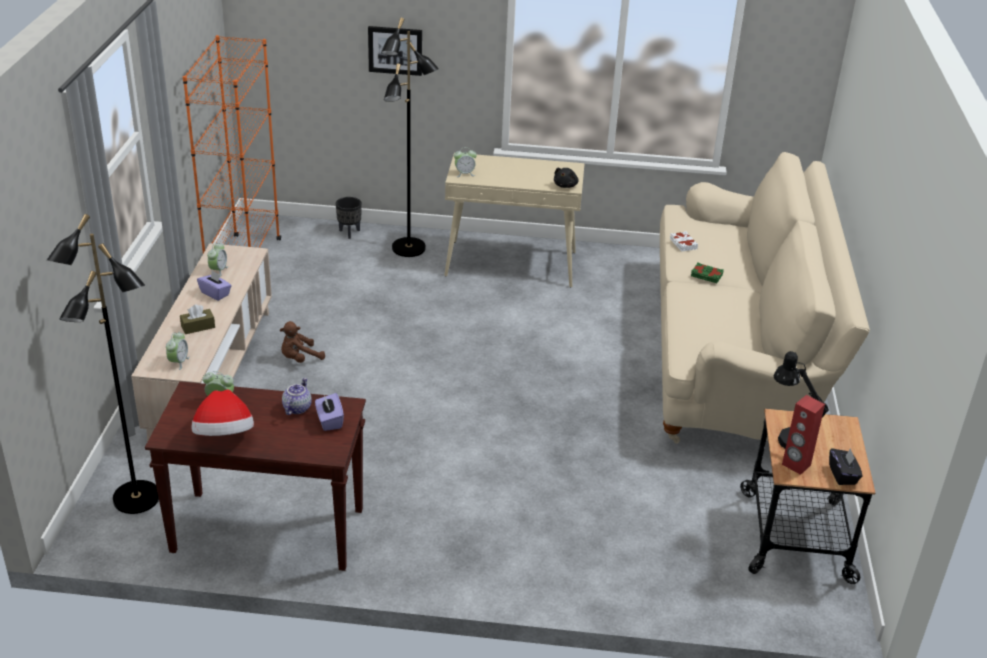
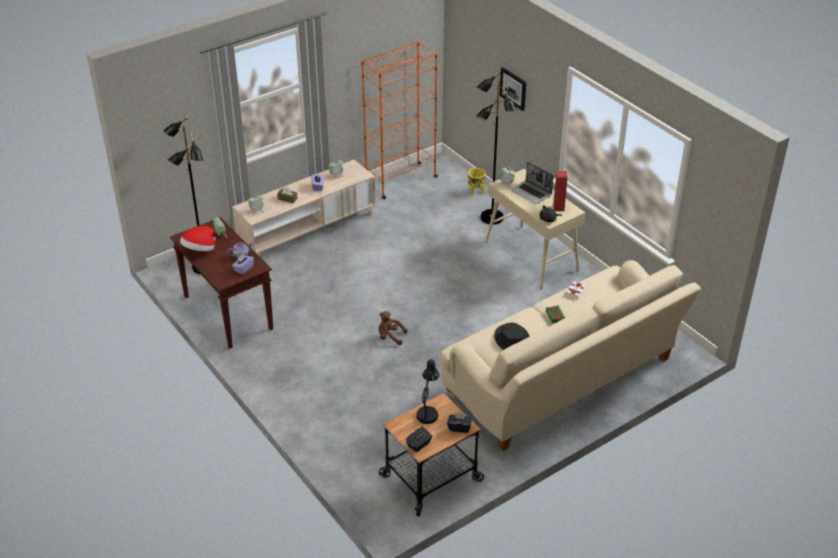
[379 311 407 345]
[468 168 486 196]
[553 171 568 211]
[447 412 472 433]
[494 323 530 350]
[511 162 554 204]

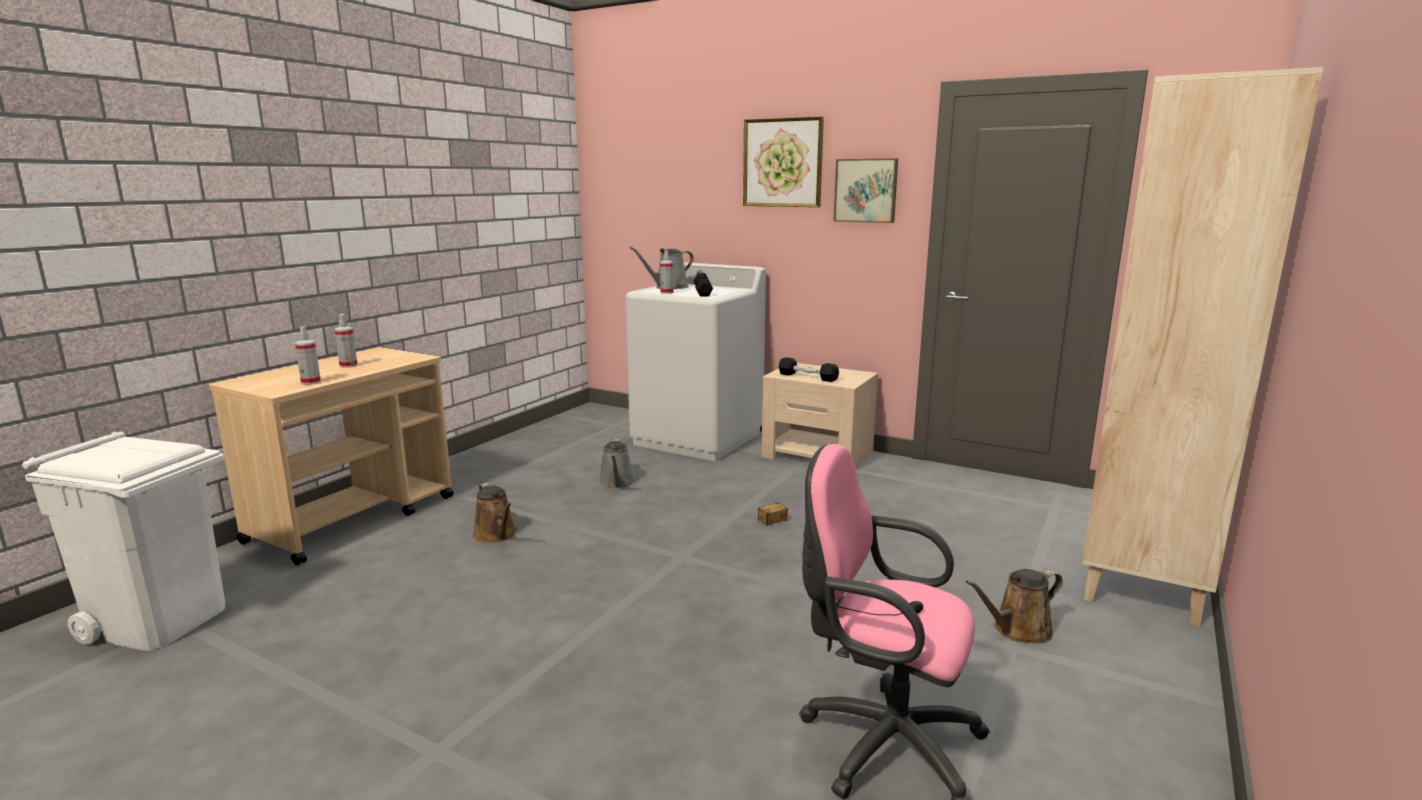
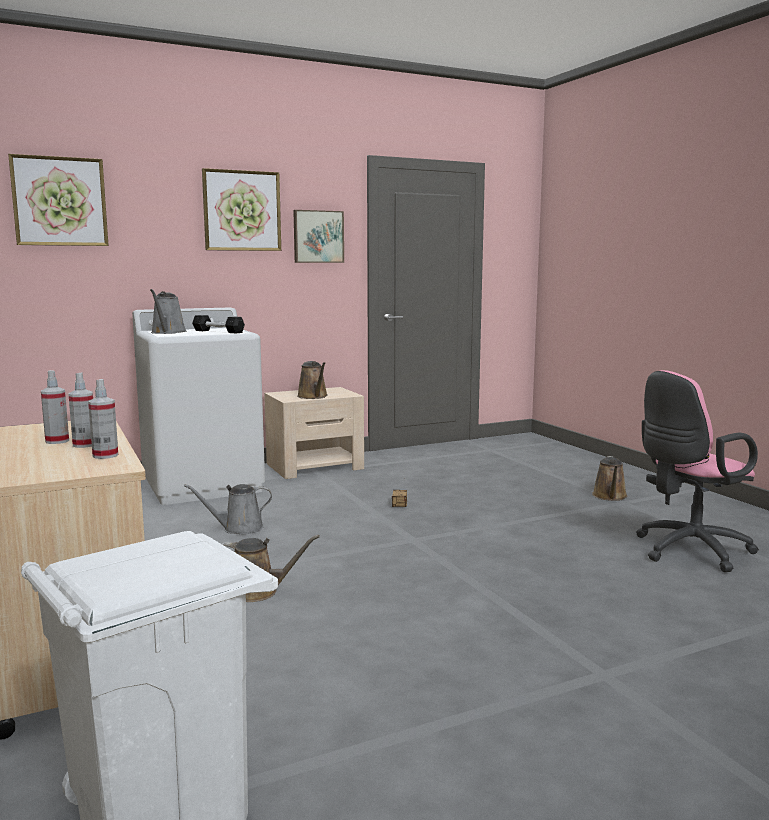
[184 484 272 534]
[68 372 93 448]
[297 361 327 399]
[1082 67 1324 627] (first image)
[8 154 109 246]

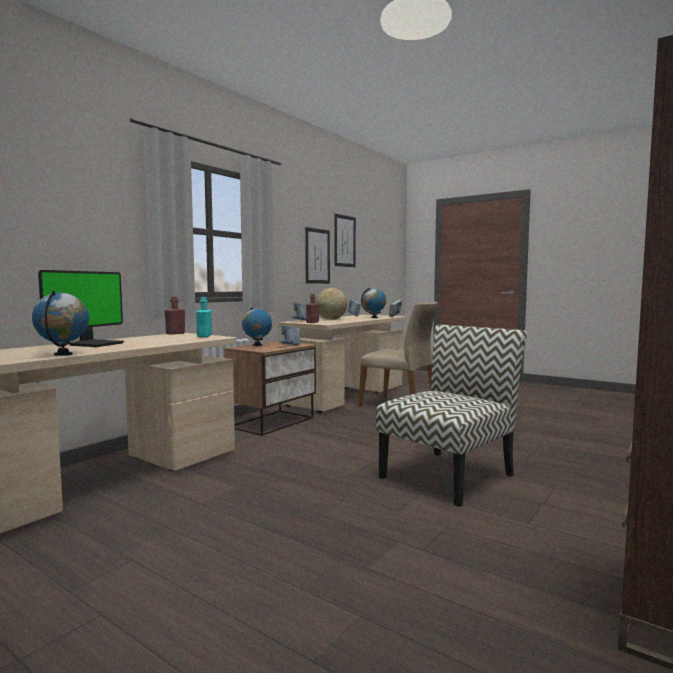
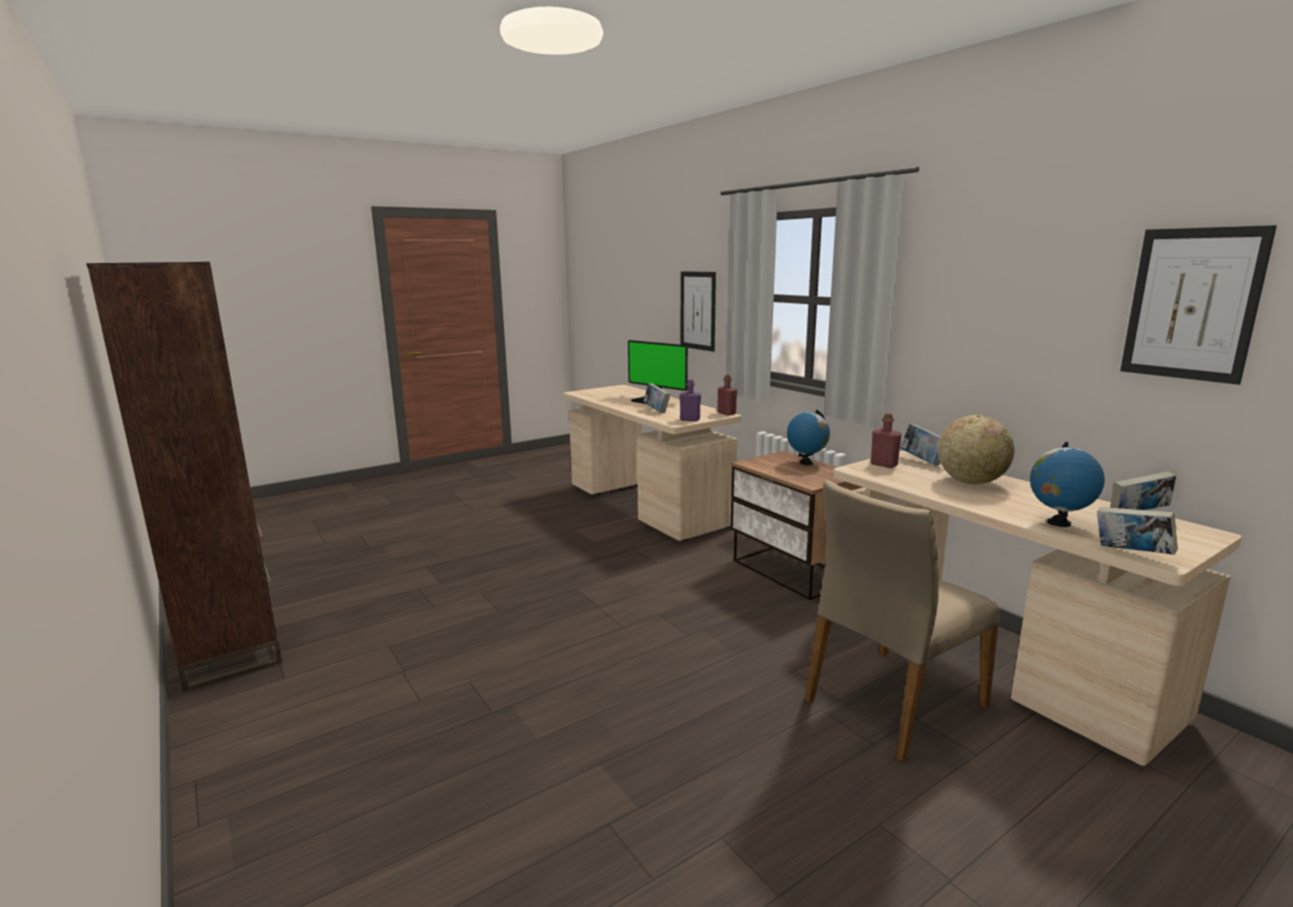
[32 291 89 356] (first image)
[679 380 701 421]
[644 383 670 413]
[681 271 716 352]
[376 325 527 507] (first image)

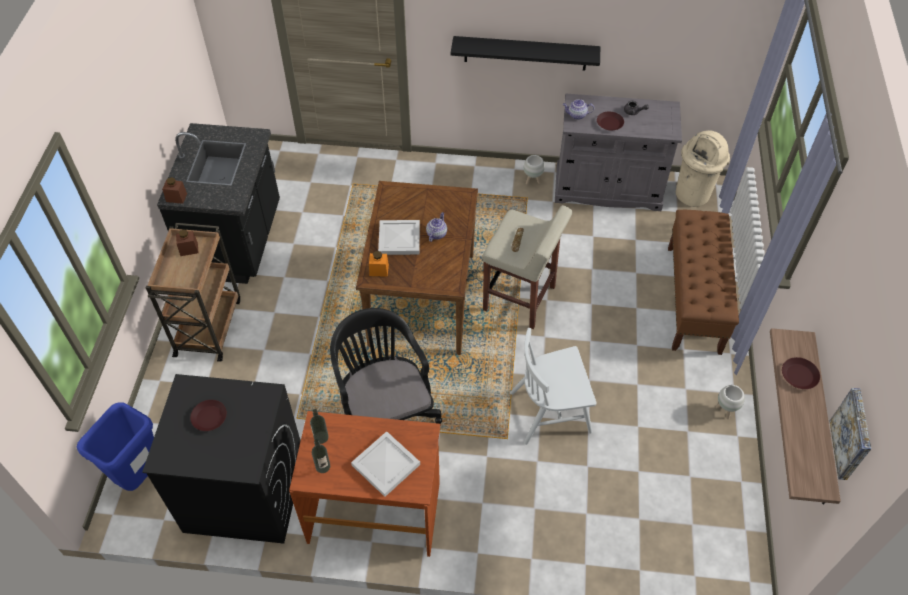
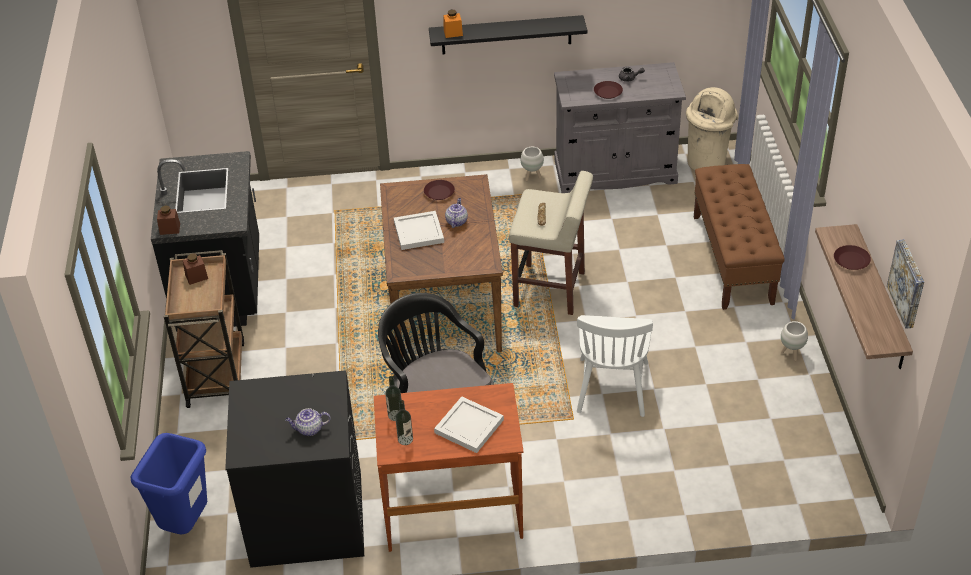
[424 180 455 200]
[444 10 463 38]
[577 315 653 417]
[285 408 331 436]

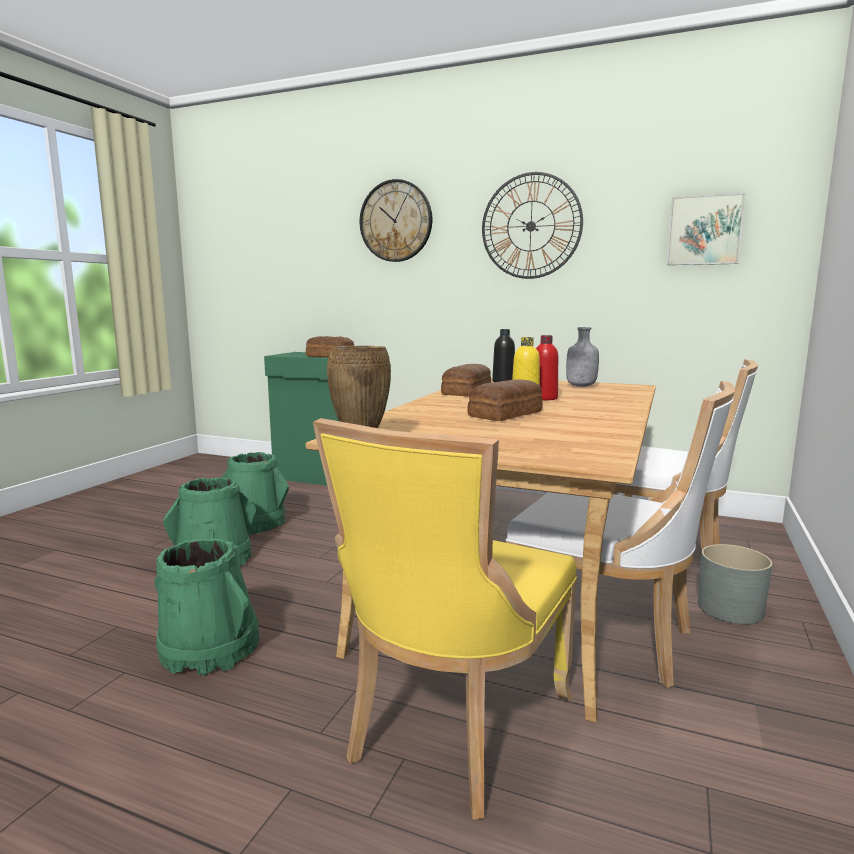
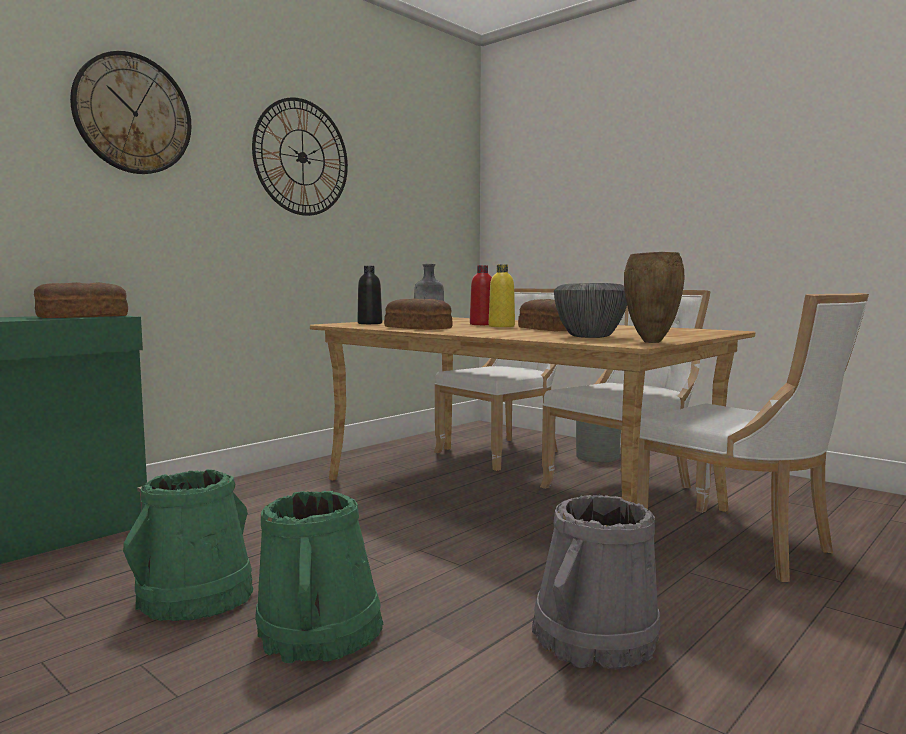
[532 495 660 670]
[637 293 869 582]
[667 193 746 265] (first image)
[554 283 627 338]

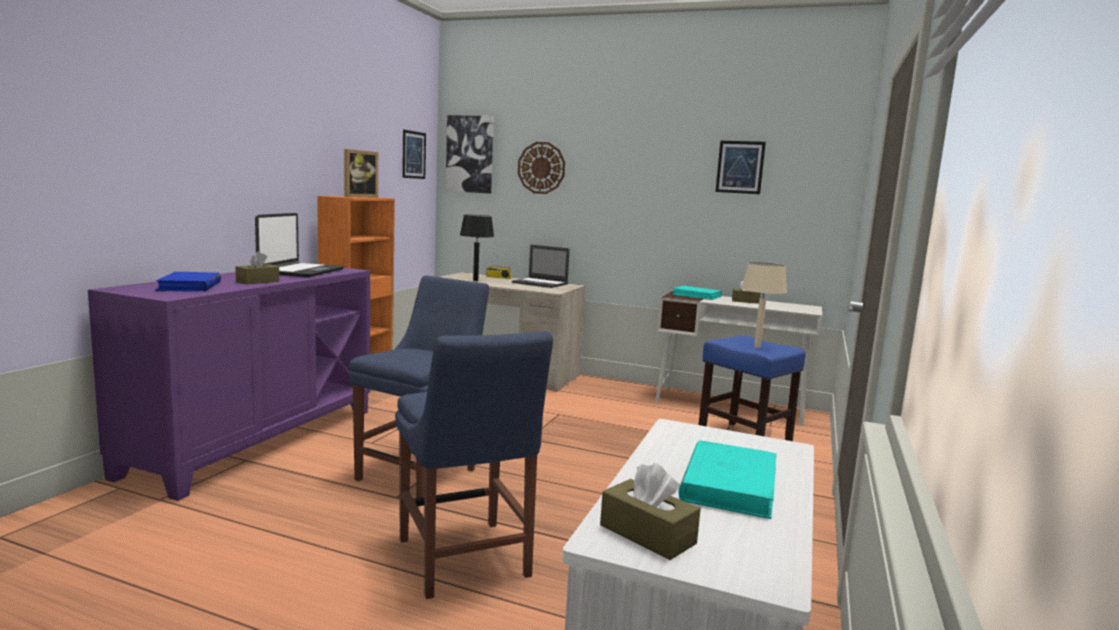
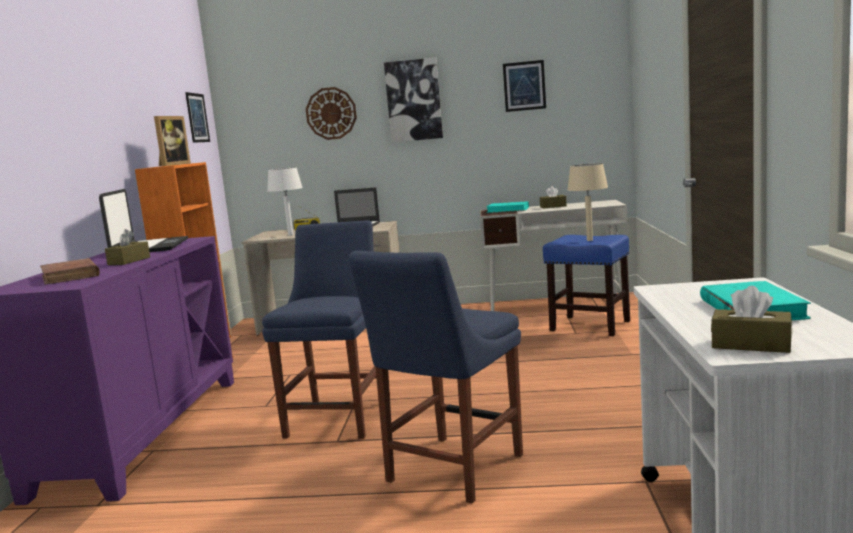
[40 258 100 284]
[349 251 523 504]
[384 57 443 142]
[268 167 303 235]

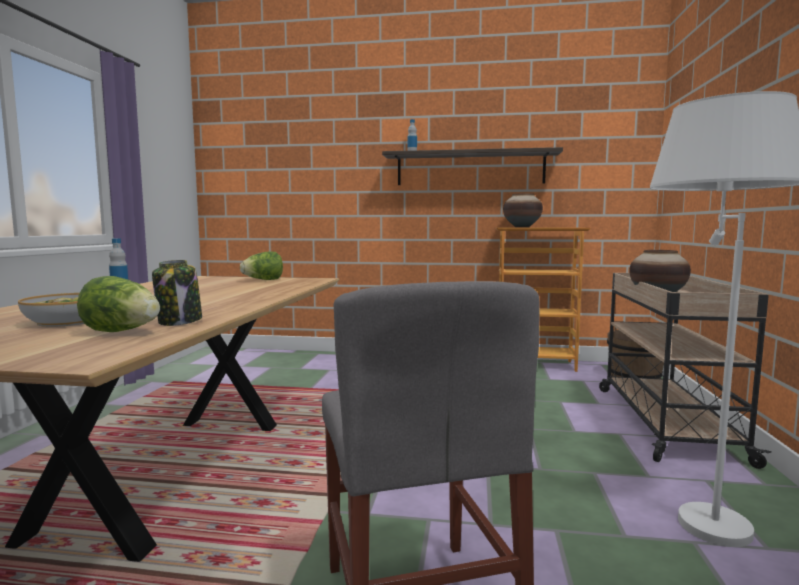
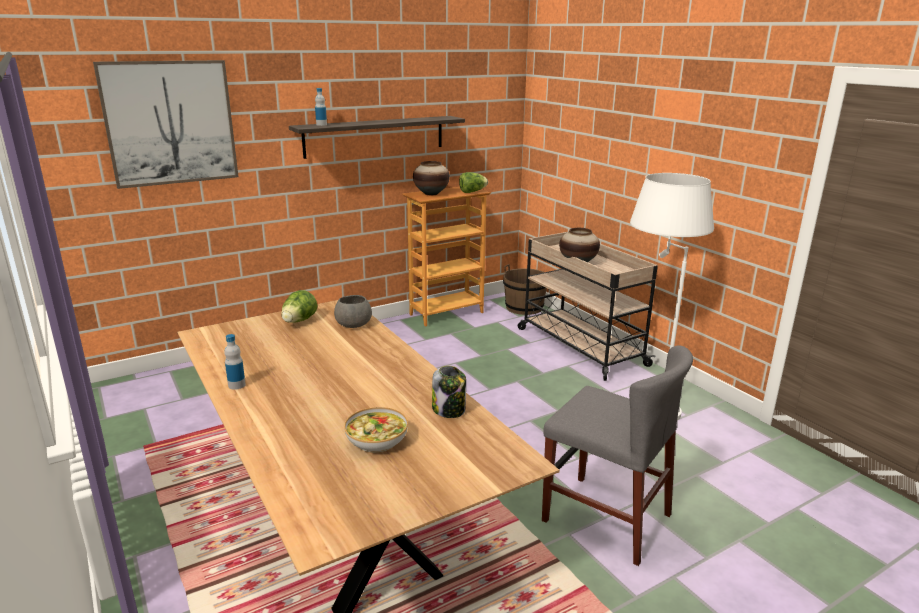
[459 172 488 193]
[93 60 239 189]
[334 295 372 328]

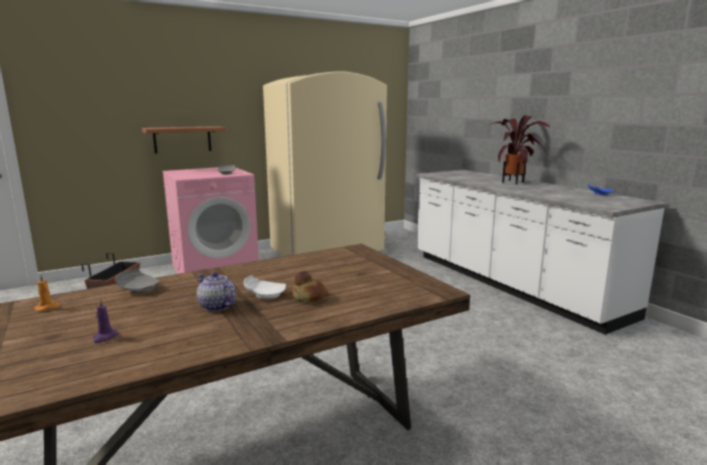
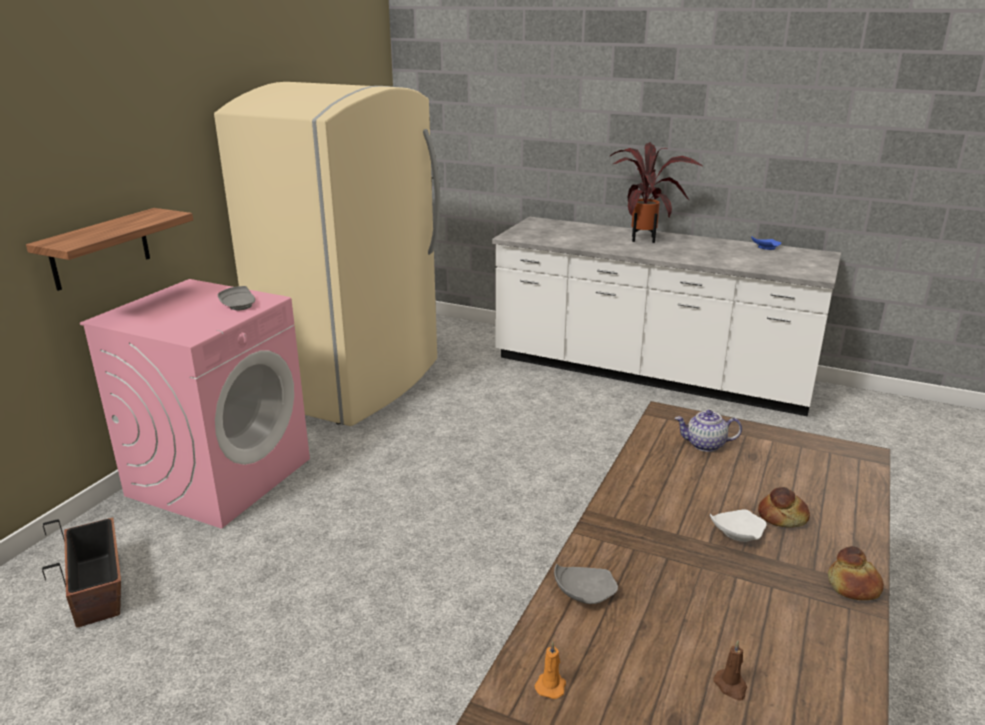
[714 641 747 700]
[675 410 742 452]
[828 546 884 600]

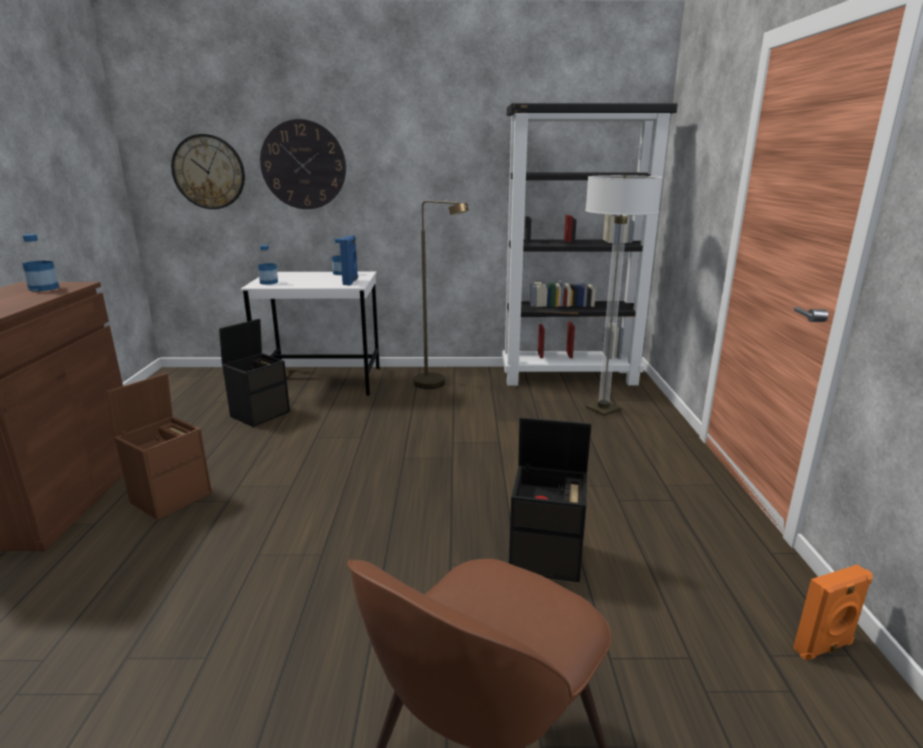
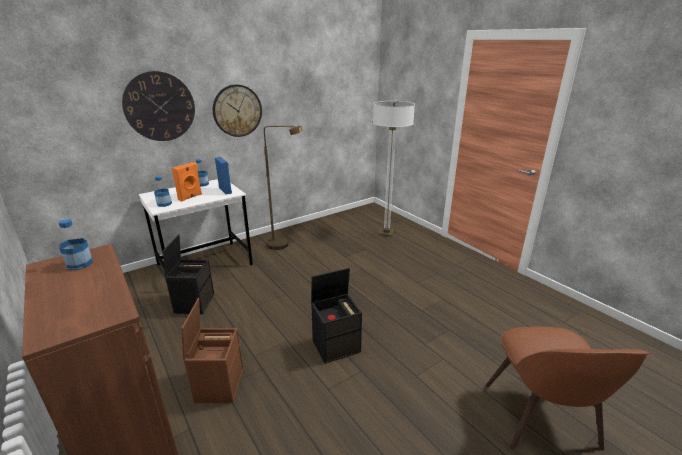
[213 84 262 137]
[502 103 678 386] (first image)
[311 268 362 364]
[172 162 202 202]

